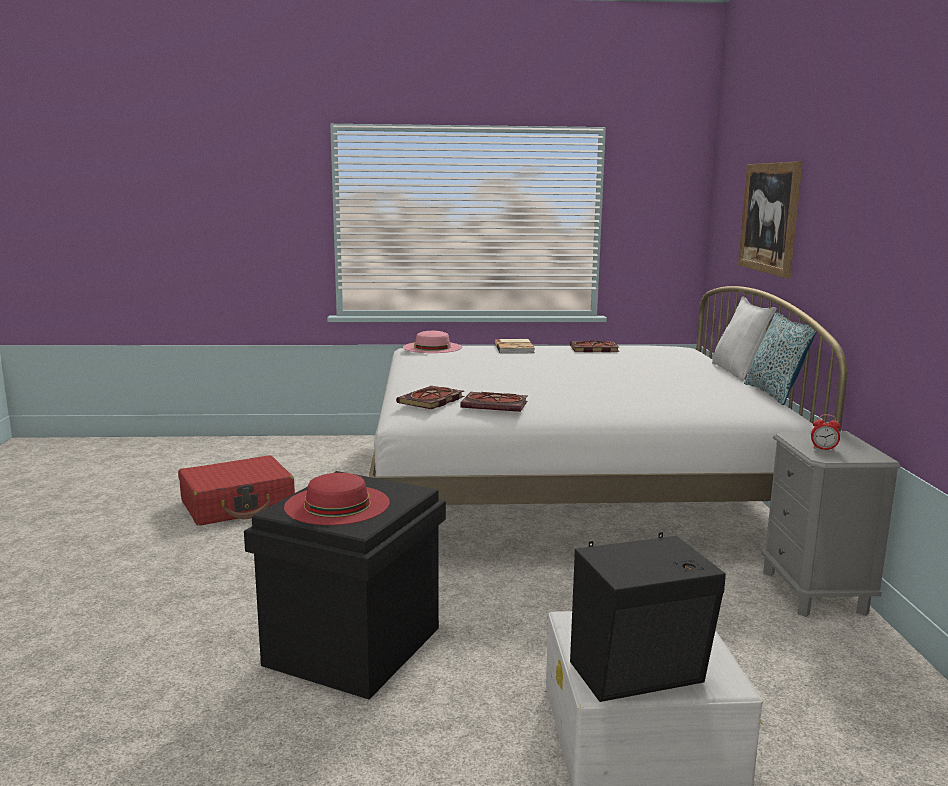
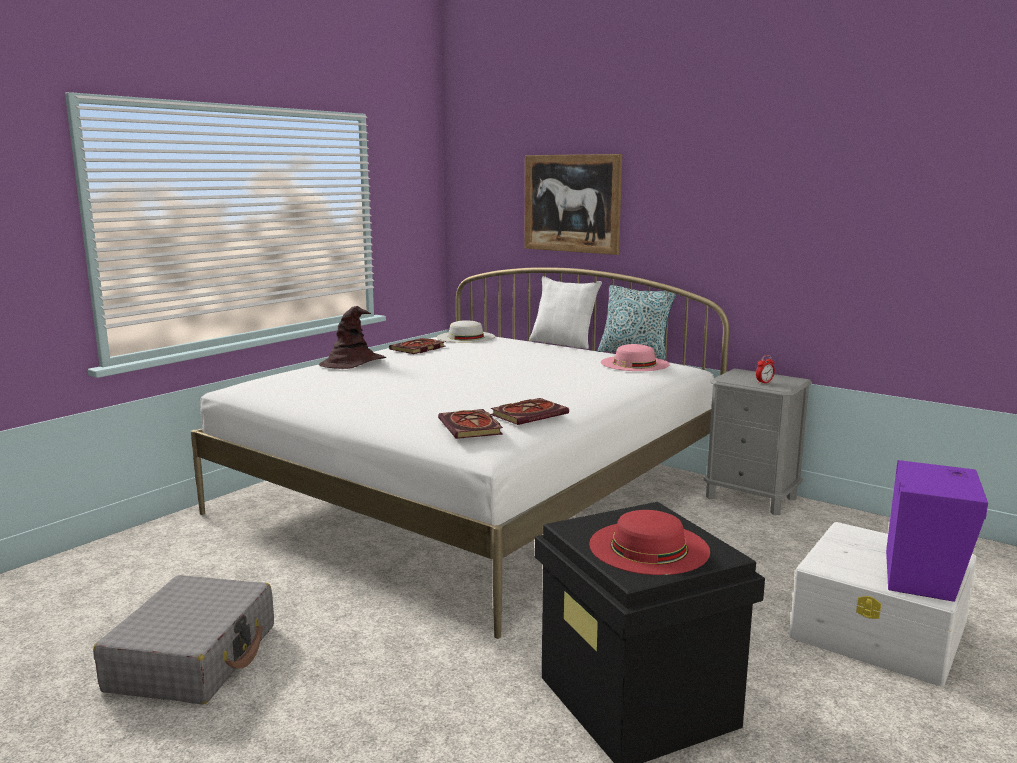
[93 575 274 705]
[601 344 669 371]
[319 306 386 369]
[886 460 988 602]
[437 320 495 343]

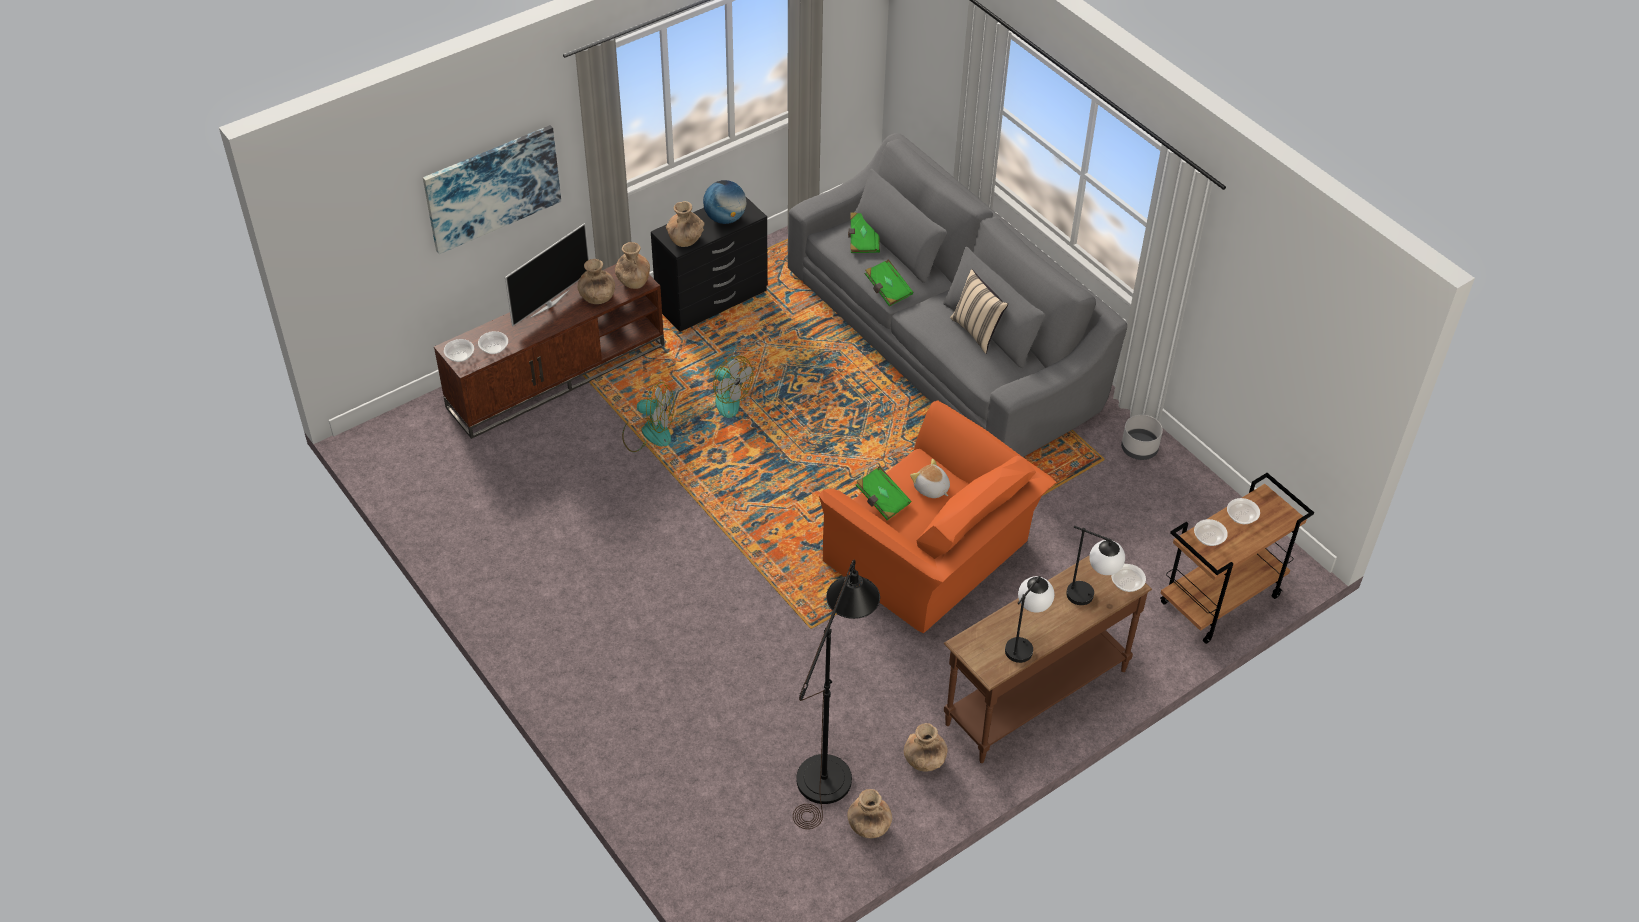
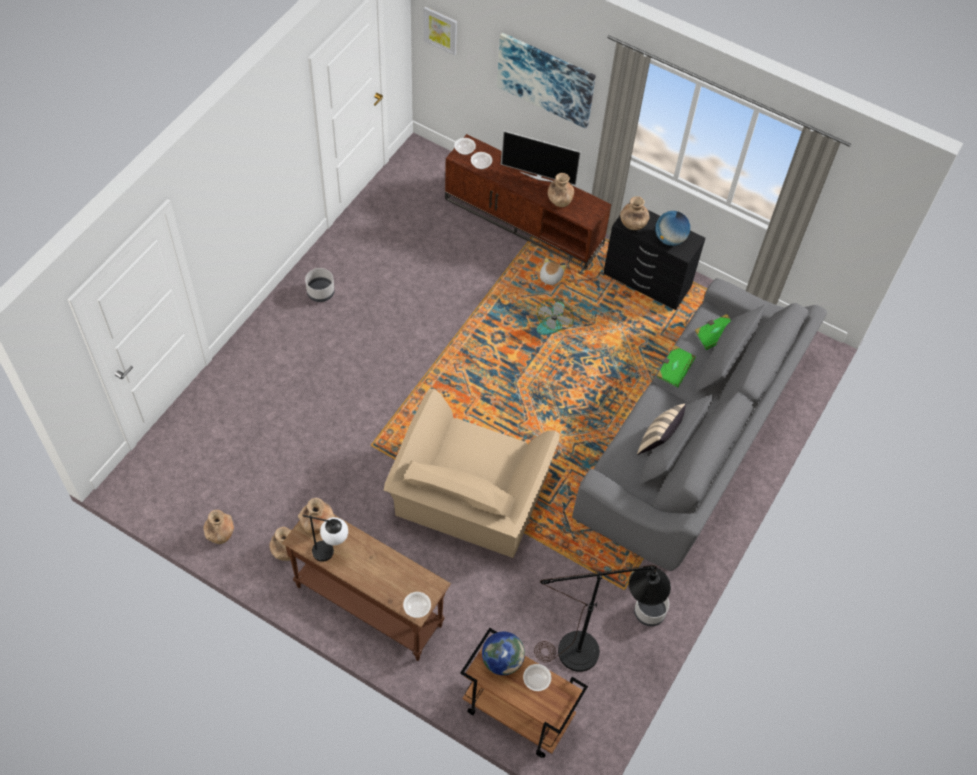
[298 498 334 534]
[622 382 674 452] (first image)
[534 565 671 672]
[383 389 560 558]
[856 466 911 520] (first image)
[540 258 566 286]
[1066 526 1125 605] (first image)
[482 632 525 675]
[305 268 335 302]
[424 6 457 56]

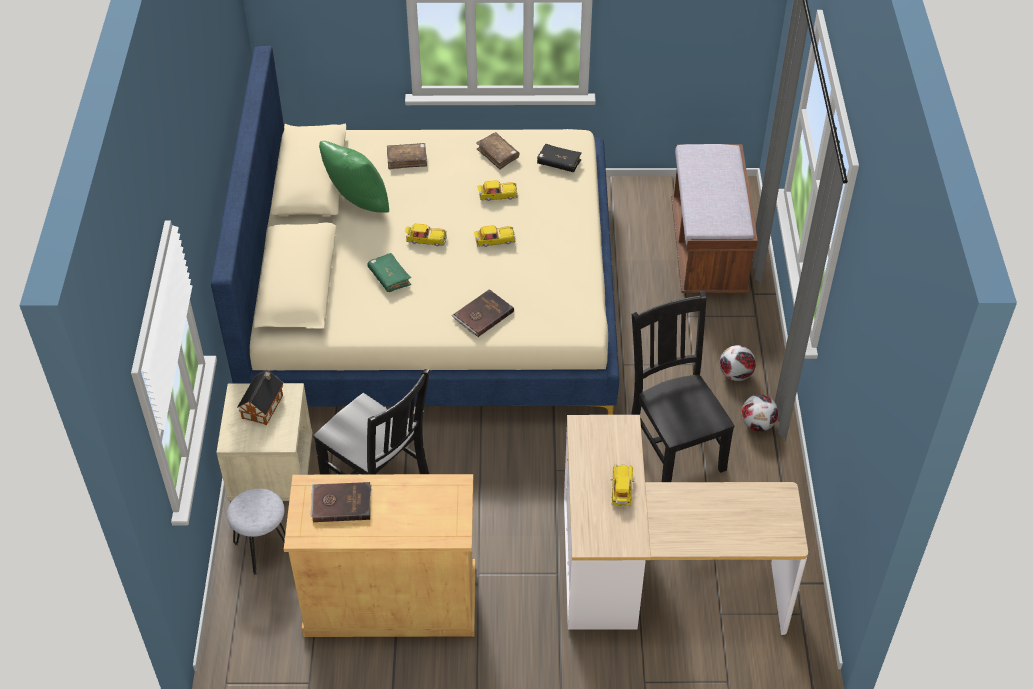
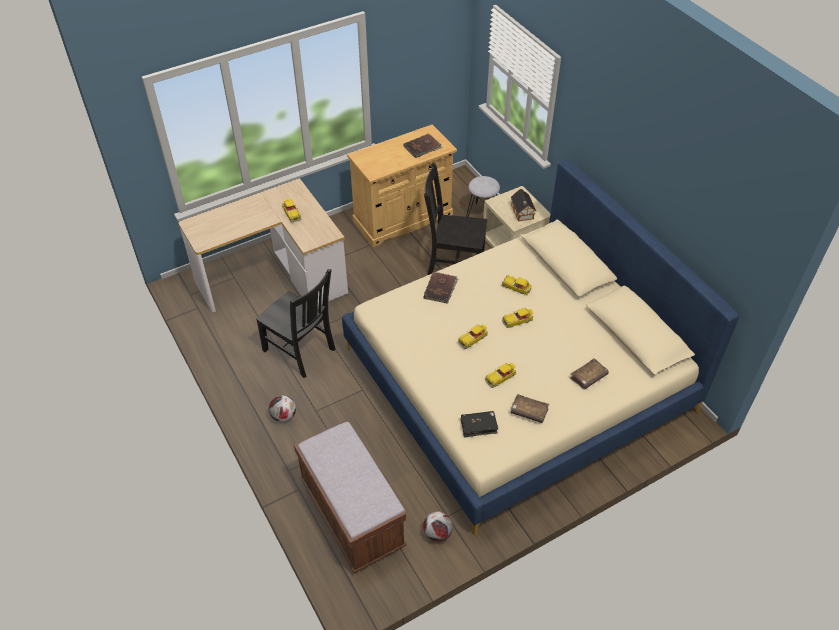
[319 141 389 213] (first image)
[502 275 532 295]
[423 511 453 542]

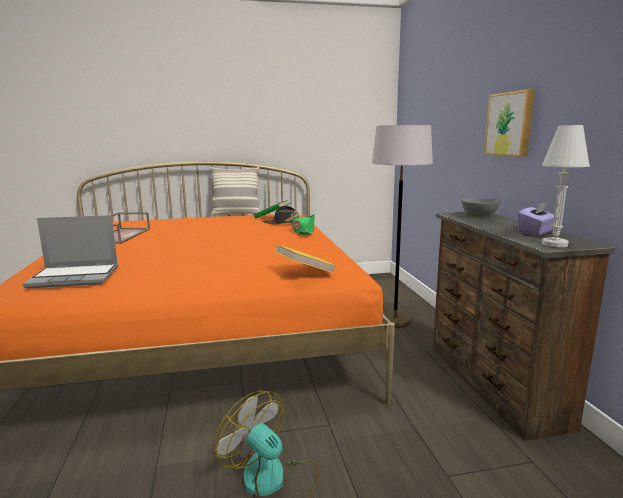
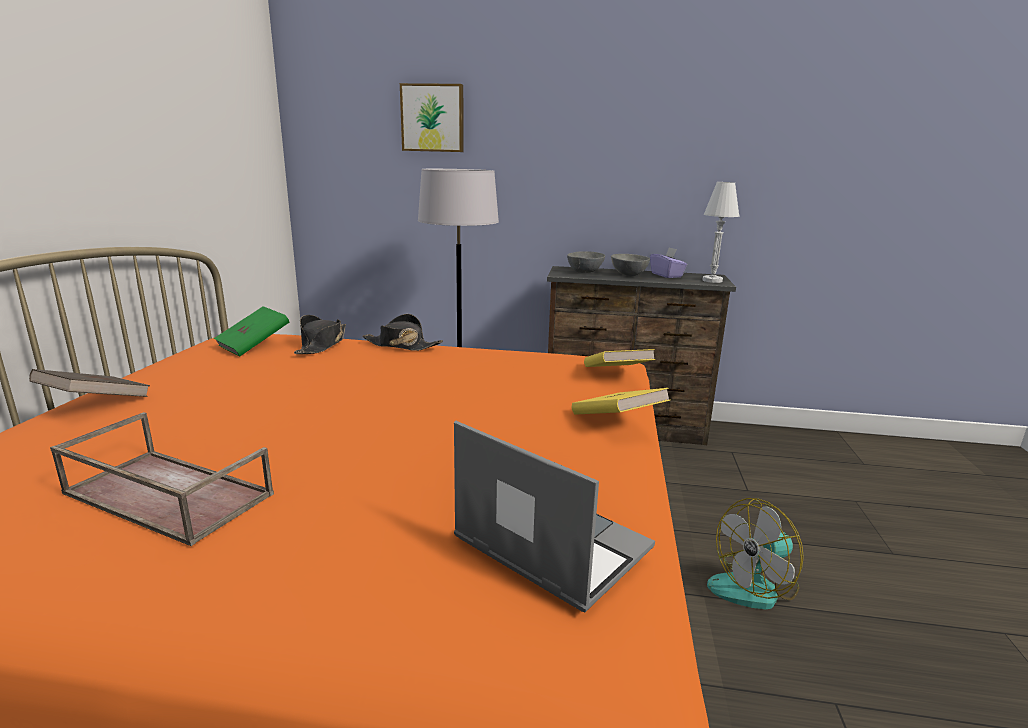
[454 421 655 613]
[210 167 260 216] (first image)
[363 314 443 351]
[400 83 464 152]
[29 369 150 397]
[572 388 670 415]
[611 254 650 276]

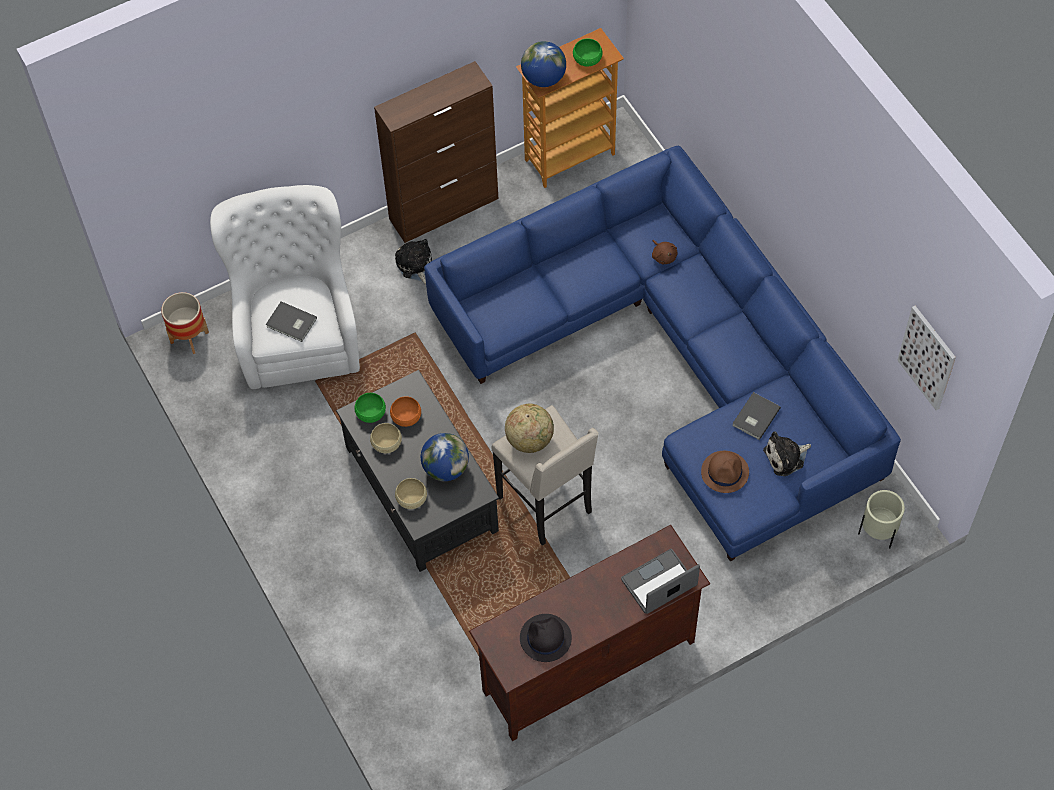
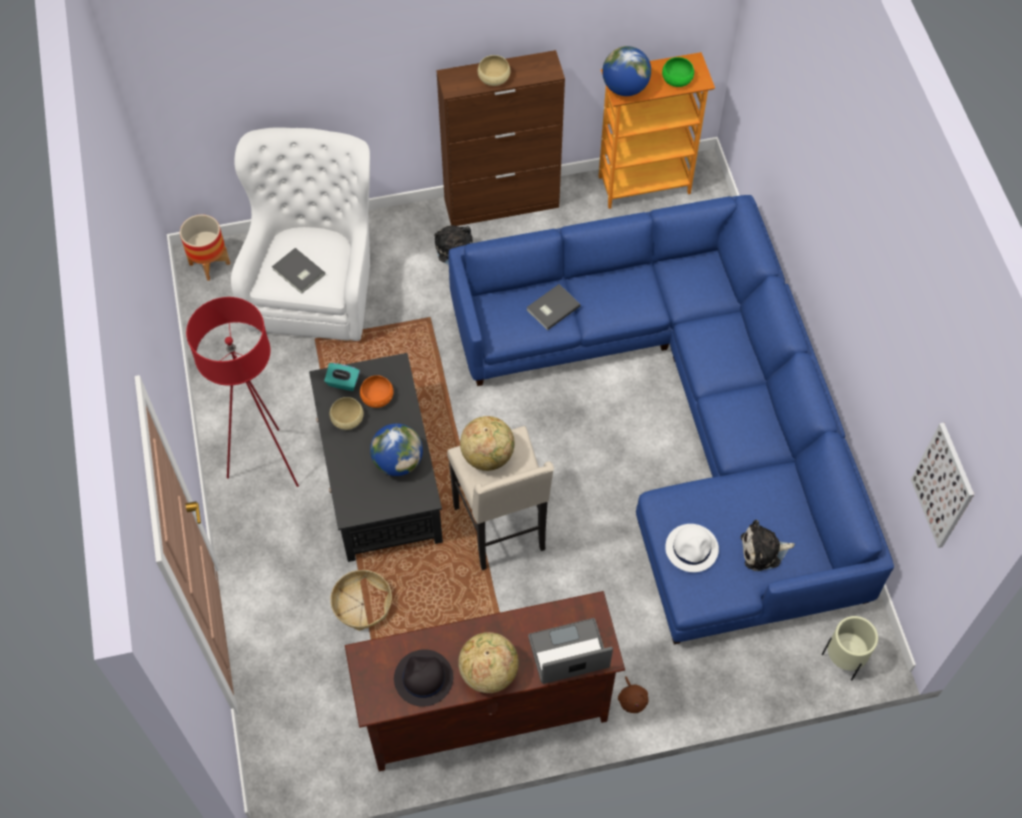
[324 363 360 391]
[478 55 510 86]
[618 676 648 713]
[665 524 719 572]
[526 284 581 330]
[186 297 299 487]
[330 570 392 631]
[458 632 519 693]

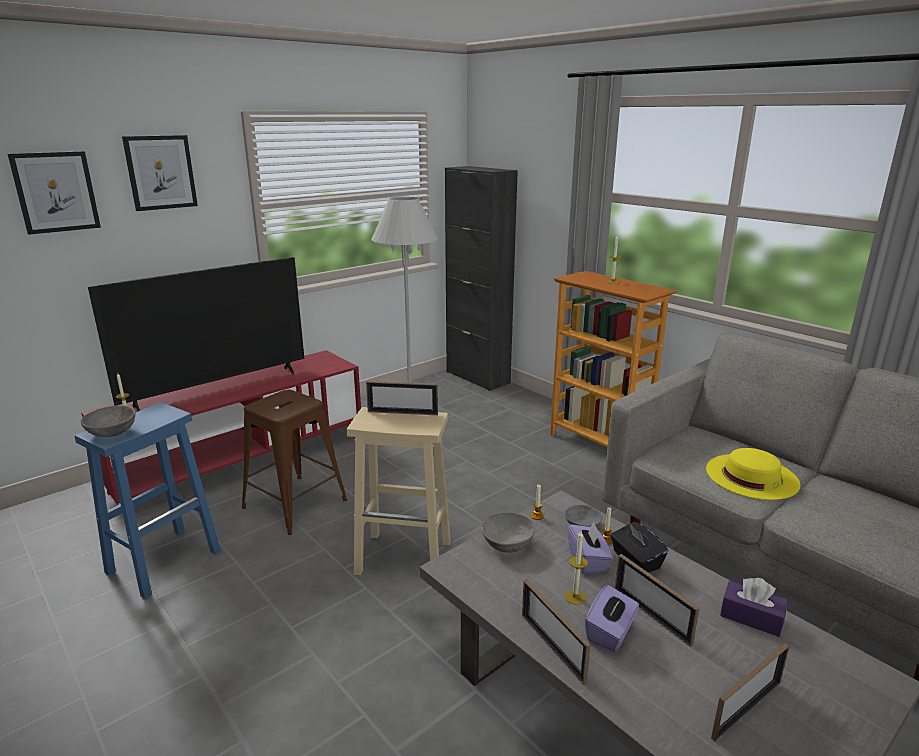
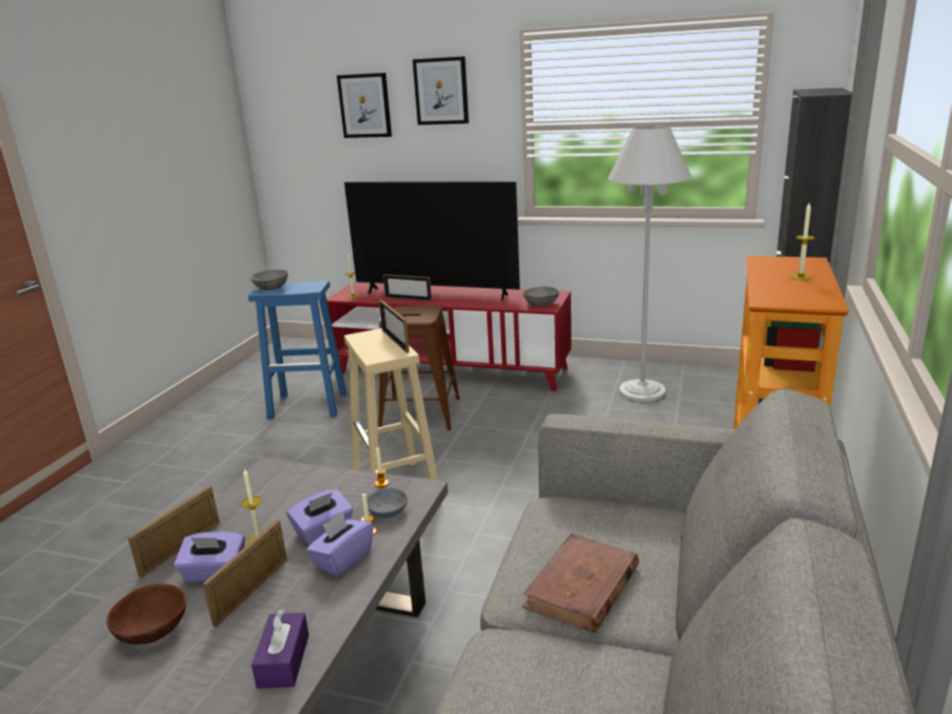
[523 286 559 306]
[306 512 373 577]
[522 534 639 633]
[383 274 432 301]
[107 584 187 644]

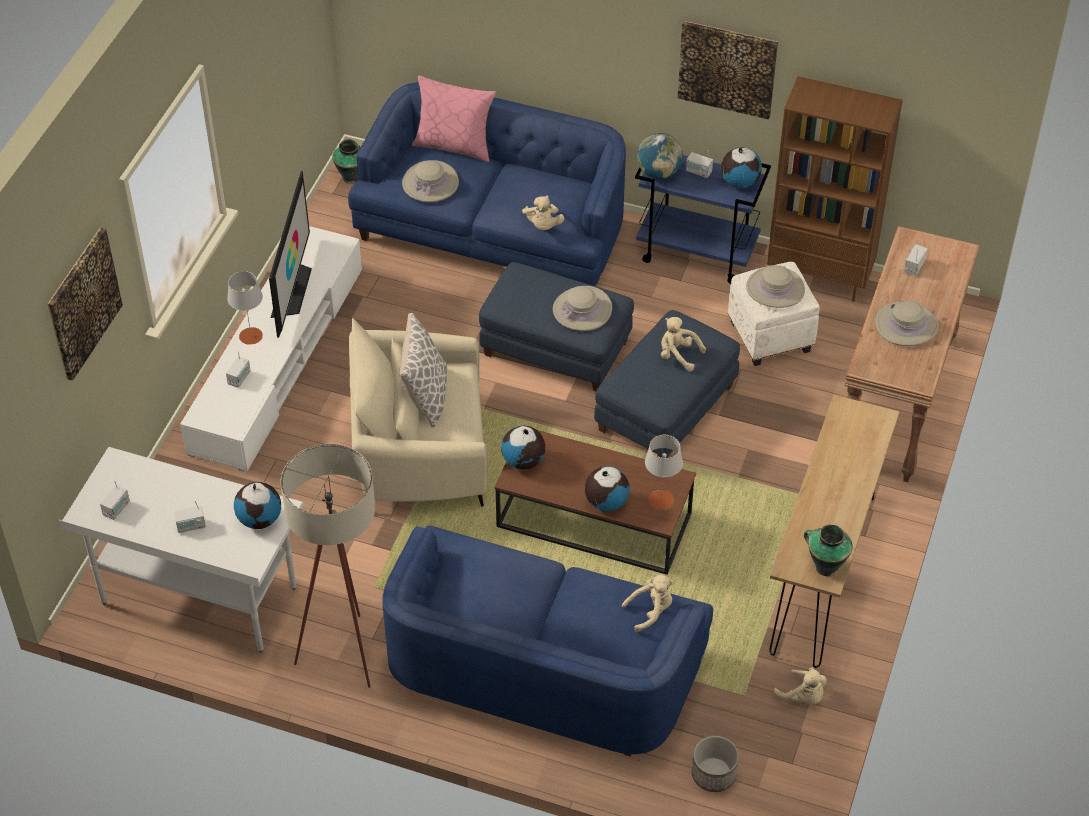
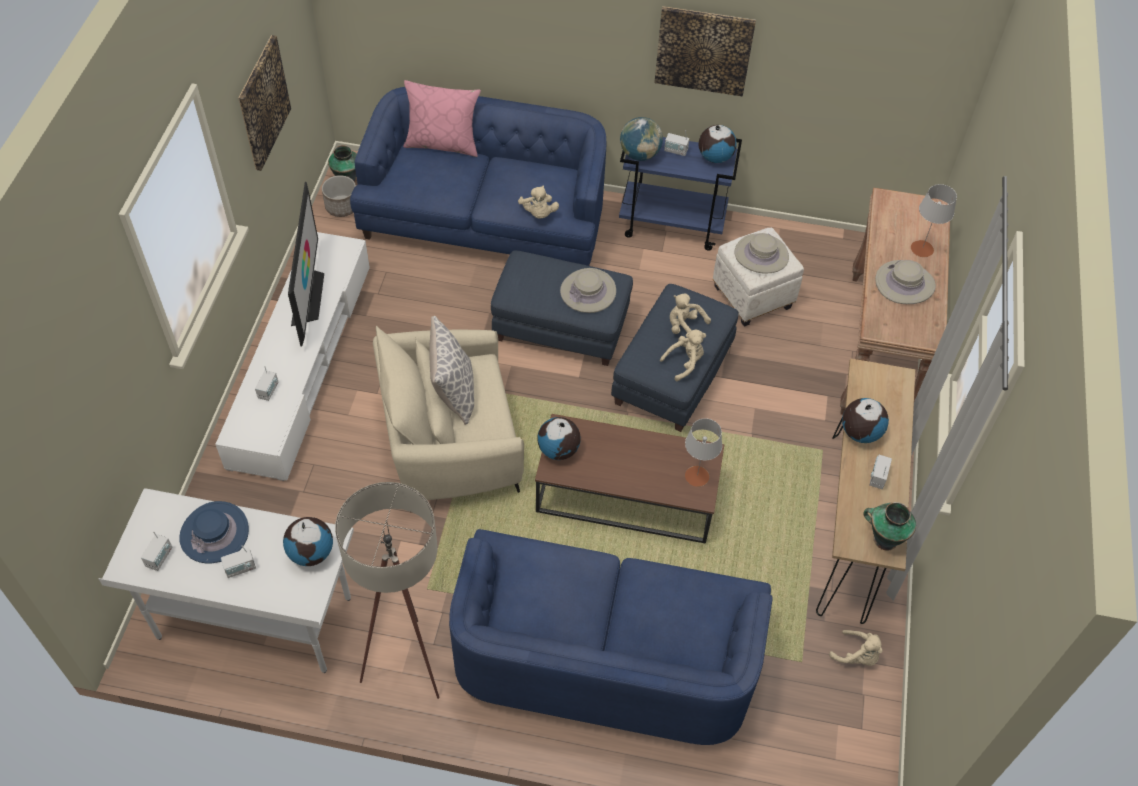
[238 35 291 171]
[911 184 957 257]
[402 160 459 202] (first image)
[842 398 889 443]
[660 330 706 381]
[322 175 356 217]
[767 76 903 302] (first image)
[869 455 892 489]
[179 501 249 564]

